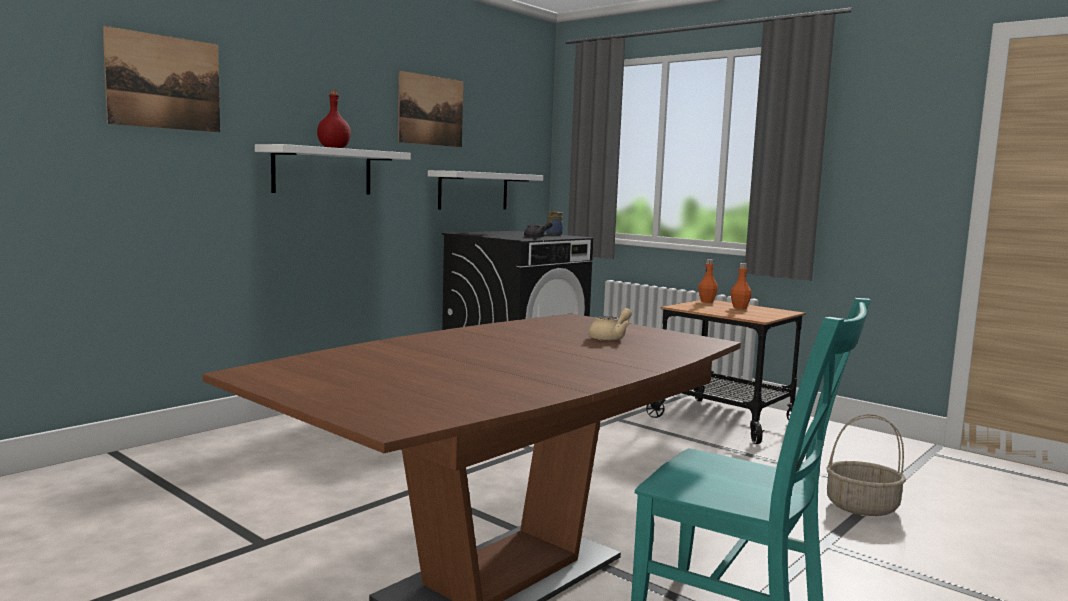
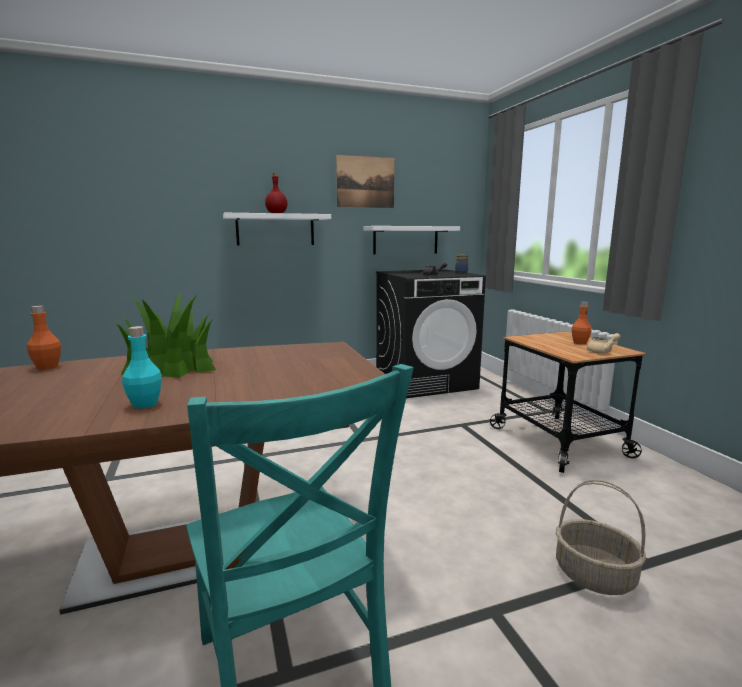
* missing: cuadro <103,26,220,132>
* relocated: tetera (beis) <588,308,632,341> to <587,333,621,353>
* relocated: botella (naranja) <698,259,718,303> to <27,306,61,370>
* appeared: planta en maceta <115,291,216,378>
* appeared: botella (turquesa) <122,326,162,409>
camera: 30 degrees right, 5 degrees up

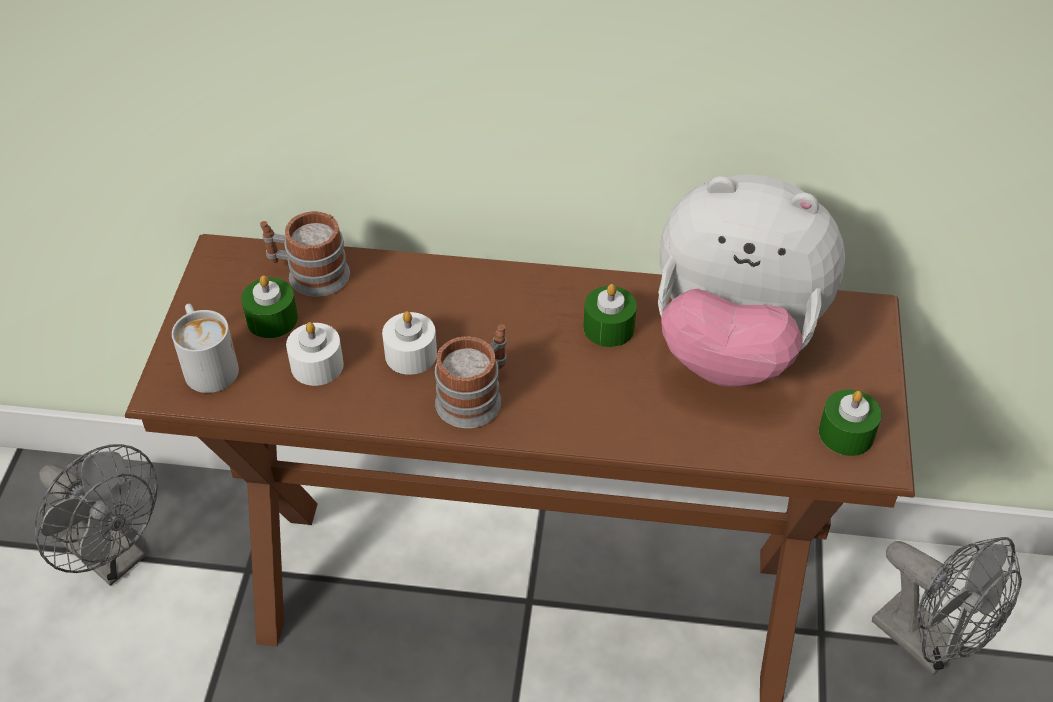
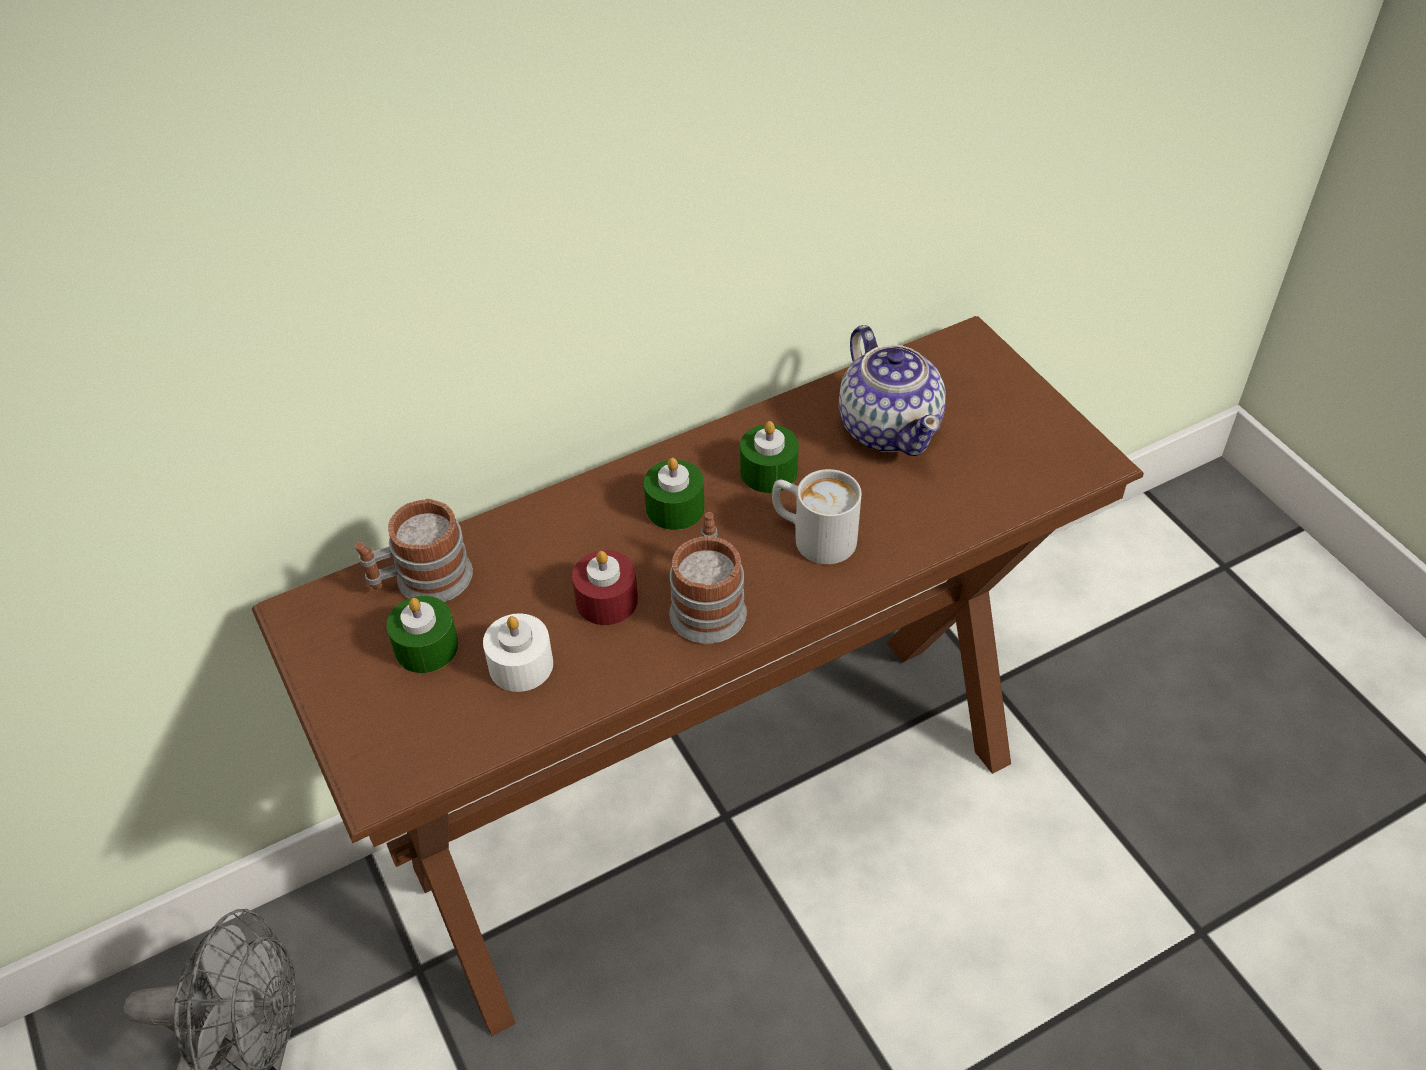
* relocated: taza grande (blanco) <172,304,239,393> to <772,469,862,564>
* colour: vela (blanco) <382,311,437,375> to vela (rojo) <572,550,638,625>
* exchanged: peluche <658,175,845,387> to tetera <839,325,946,456>
* relocated: vela (verde) <819,389,882,456> to <644,458,705,530>
* missing: ventilador (gris) <872,537,1022,675>
camera: 35 degrees left, 0 degrees up

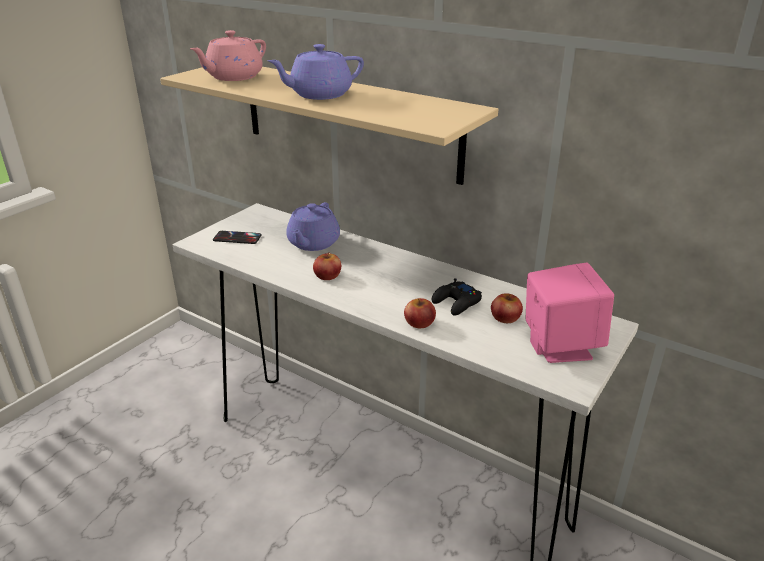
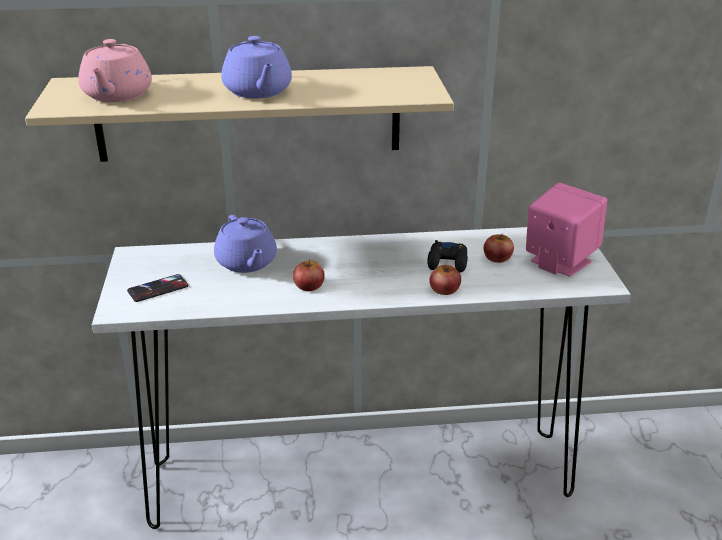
* spun: tetera (morado) <267,44,364,100> = <221,36,292,99> 45 degrees counterclockwise
camera: 40 degrees left, 0 degrees up

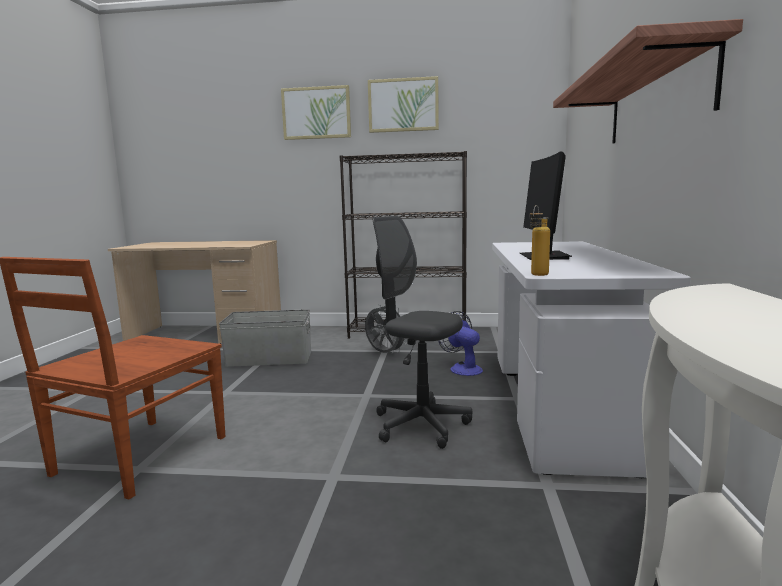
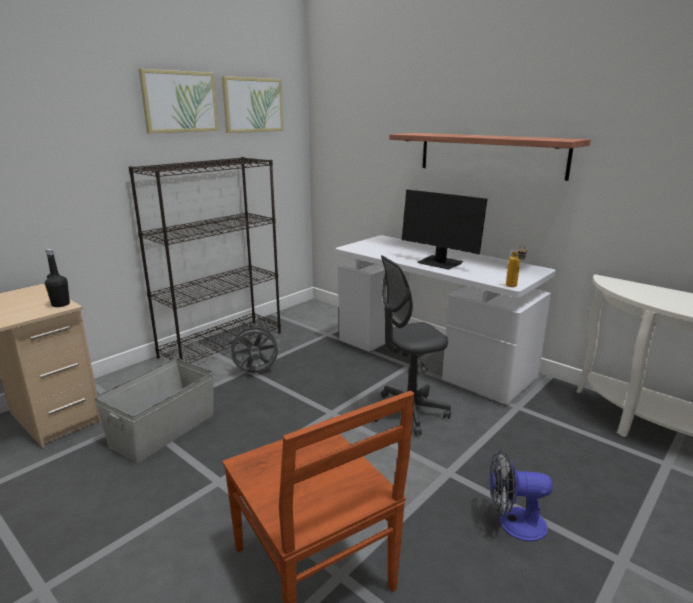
* relocated: cuadro <281,85,351,140> to <222,76,283,133>
* relocated: ventilador <438,311,483,376> to <490,450,553,541>
* appeared: botella (negro) <45,249,70,307>
camera: 55 degrees left, 10 degrees up

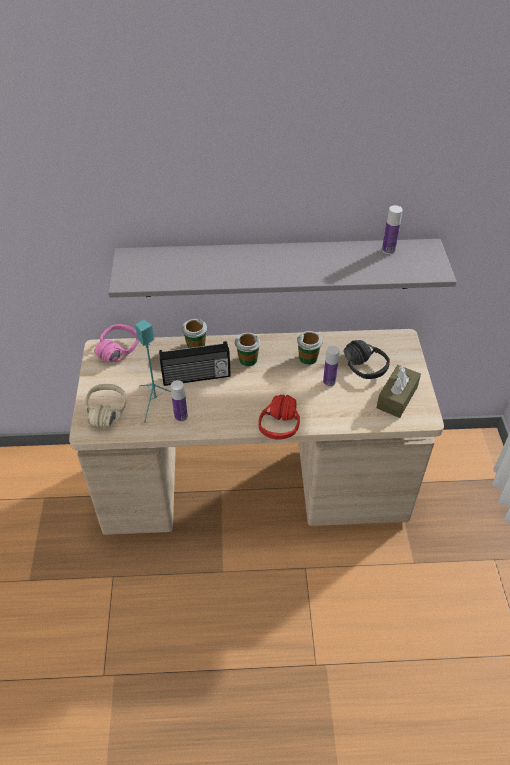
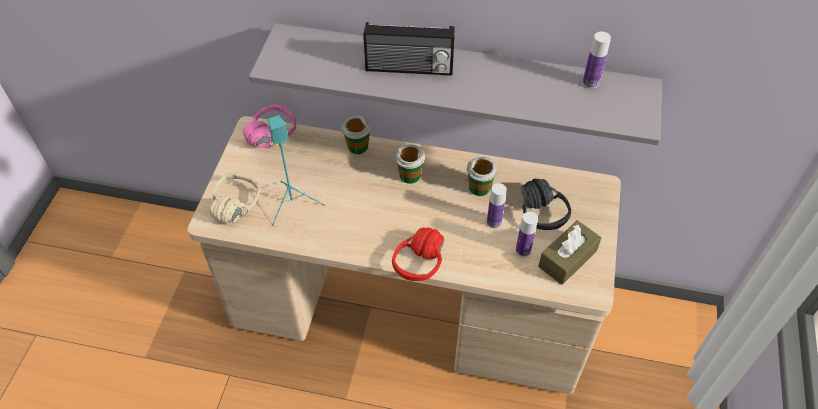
* relocated: radio <159,341,231,386> to <363,22,455,75>
* relocated: botella <171,380,188,422> to <516,212,538,257>
camera: 15 degrees right, 5 degrees up

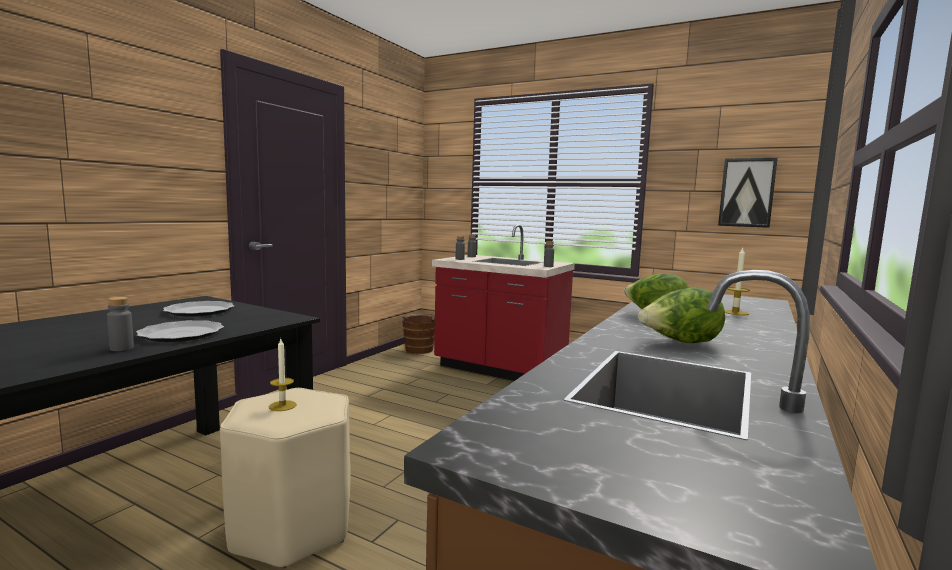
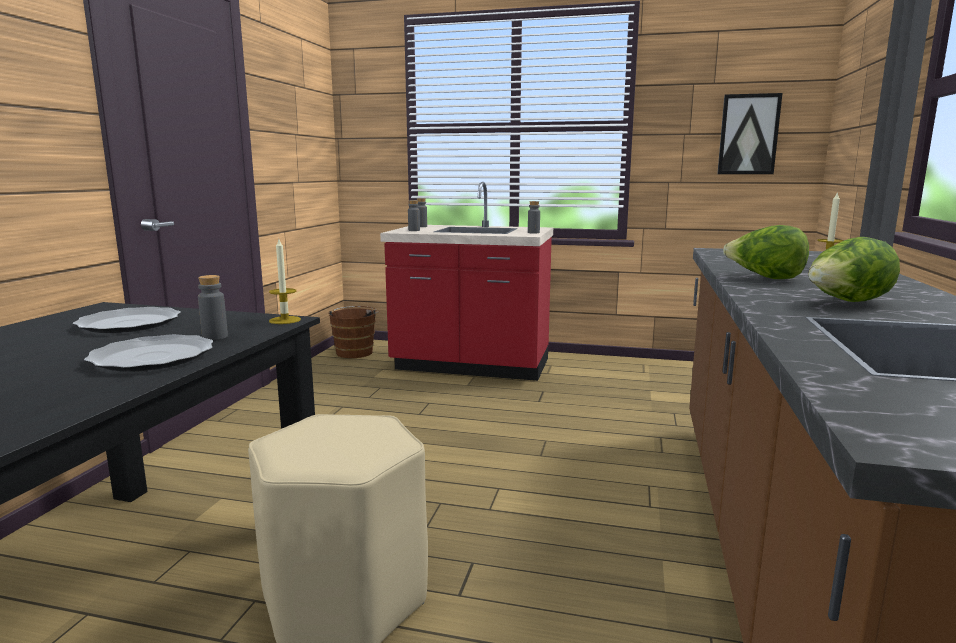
* relocated: botella (gris) <107,297,134,351> to <198,275,228,340>
* relocated: vela <269,339,297,411> to <269,239,301,324>
camera: 15 degrees left, 5 degrees up

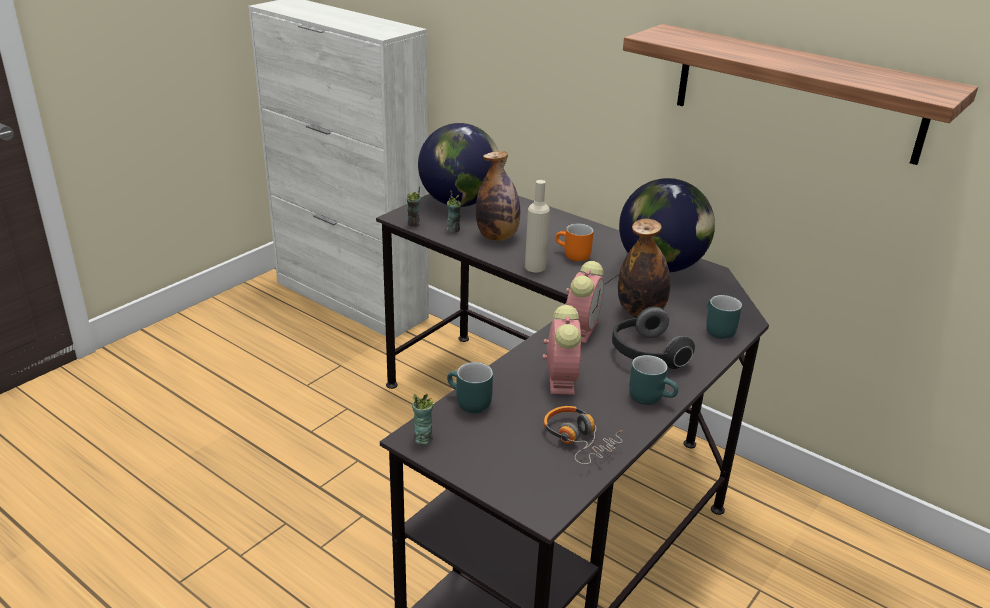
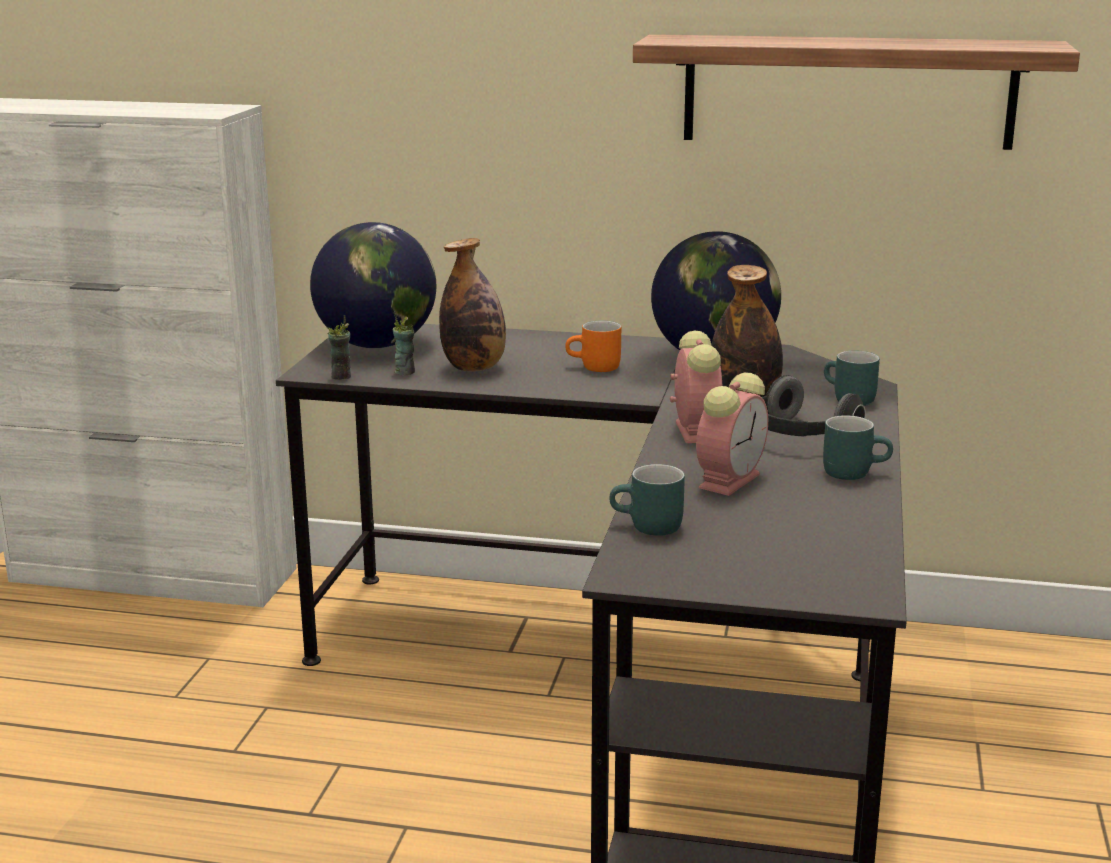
* missing: taza <412,394,434,445>
* missing: botella (beis) <525,180,550,272>
* spun: despertador <542,305,581,395> = <696,372,768,496> 60 degrees clockwise
* missing: auriculares <544,406,623,464>
camera: 25 degrees left, 10 degrees down

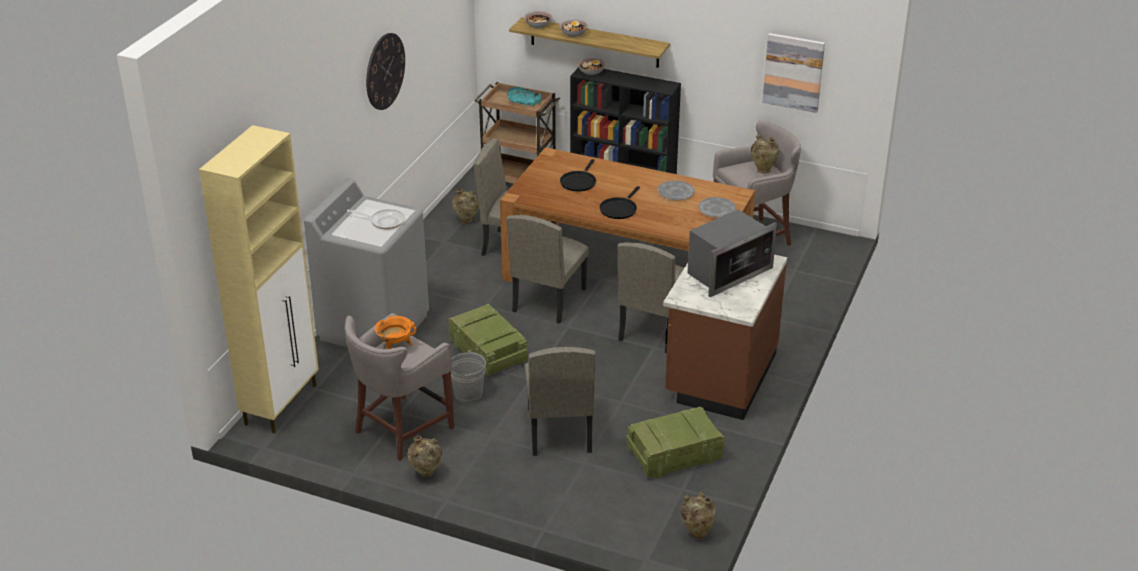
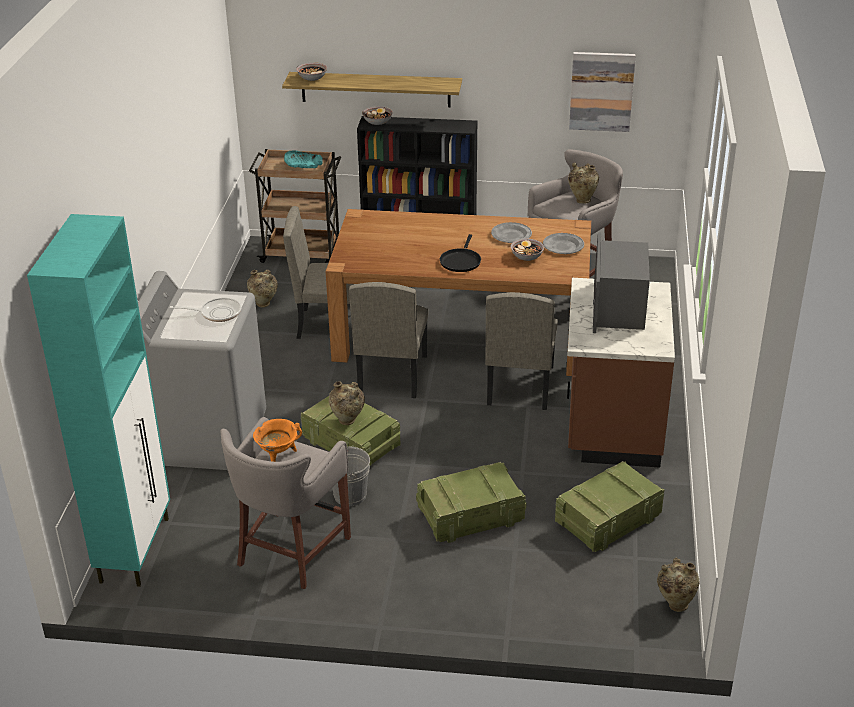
* colour: armario (beis) <199,125,319,433> to armario (turquesa) <27,214,170,587>
* missing: reloj de pared <366,33,405,110>
* relocated: florero (beis) <408,436,442,477> to <329,381,365,425>
* exchanged: silla (beis) <525,347,596,456> to caja de embalaje <416,462,526,543>
* relocated: cuenco <559,19,588,37> to <510,238,544,261>
* missing: sartén (negro) <560,159,596,192>
* spun: microondas <688,209,777,297> = <593,233,650,333> 150 degrees clockwise
camera: 15 degrees left, 0 degrees up

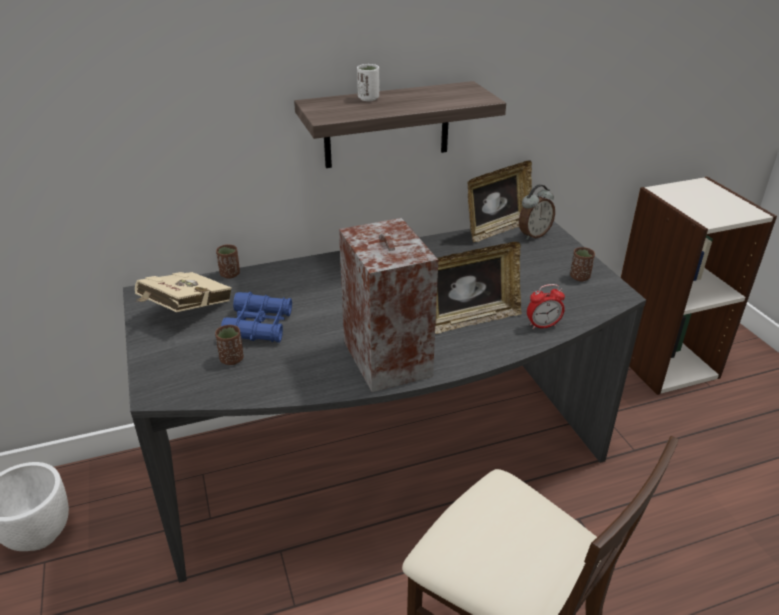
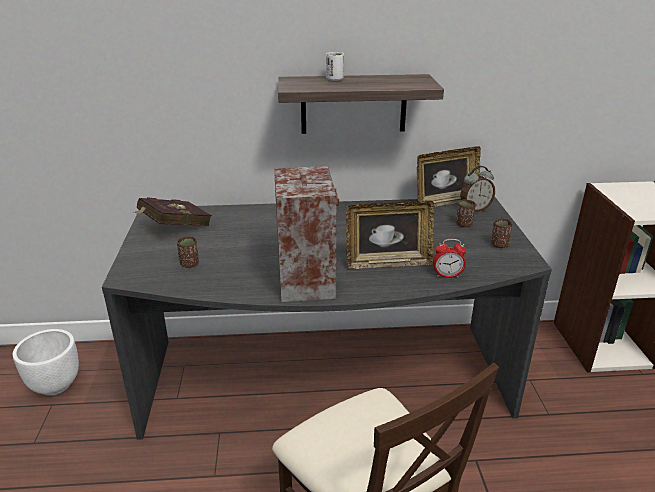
* colour: libro (beis) <135,272,232,312> to libro (rojo) <133,197,212,226>
* relocated: taza (marrón) <216,244,240,278> to <456,199,476,227>
* missing: prismáticos (azul) <221,292,292,343>
camera: 15 degrees right, 5 degrees down

